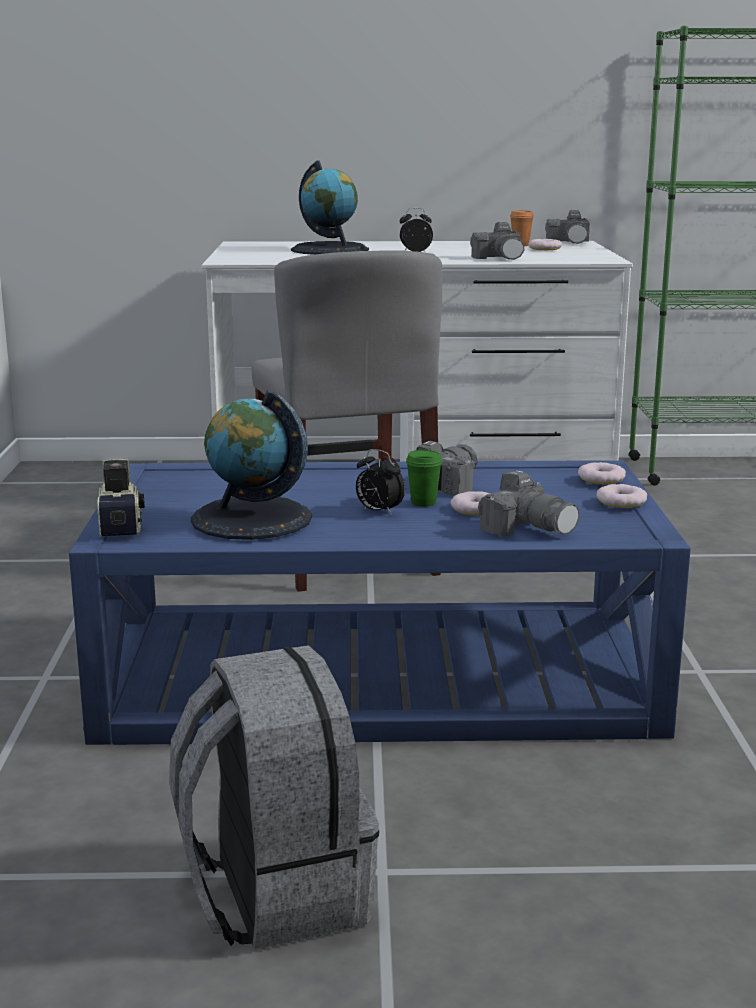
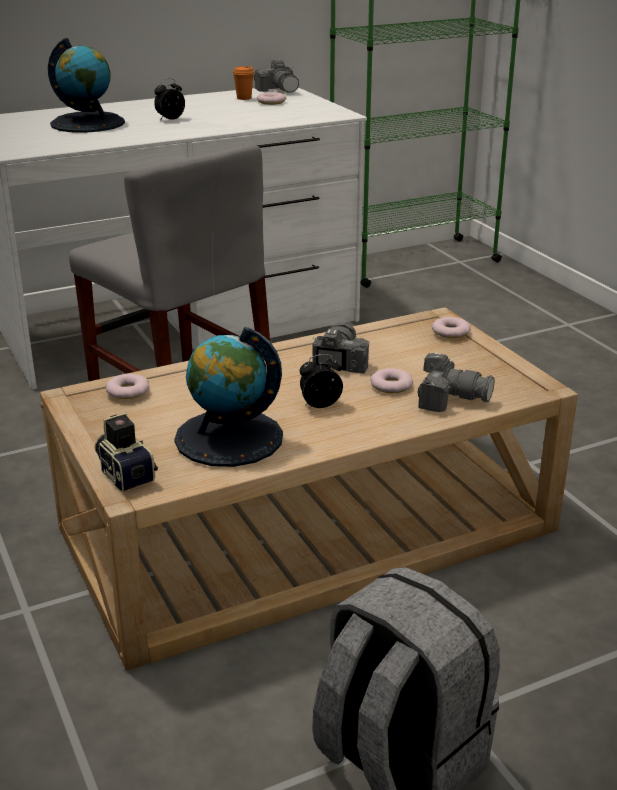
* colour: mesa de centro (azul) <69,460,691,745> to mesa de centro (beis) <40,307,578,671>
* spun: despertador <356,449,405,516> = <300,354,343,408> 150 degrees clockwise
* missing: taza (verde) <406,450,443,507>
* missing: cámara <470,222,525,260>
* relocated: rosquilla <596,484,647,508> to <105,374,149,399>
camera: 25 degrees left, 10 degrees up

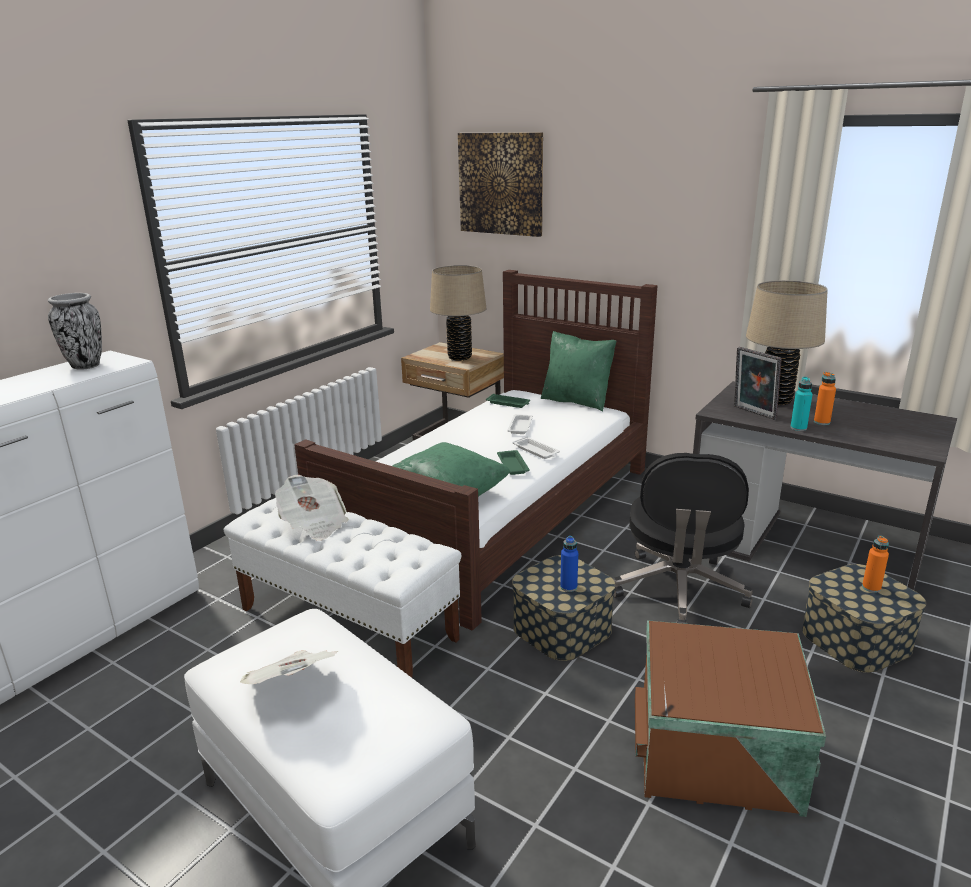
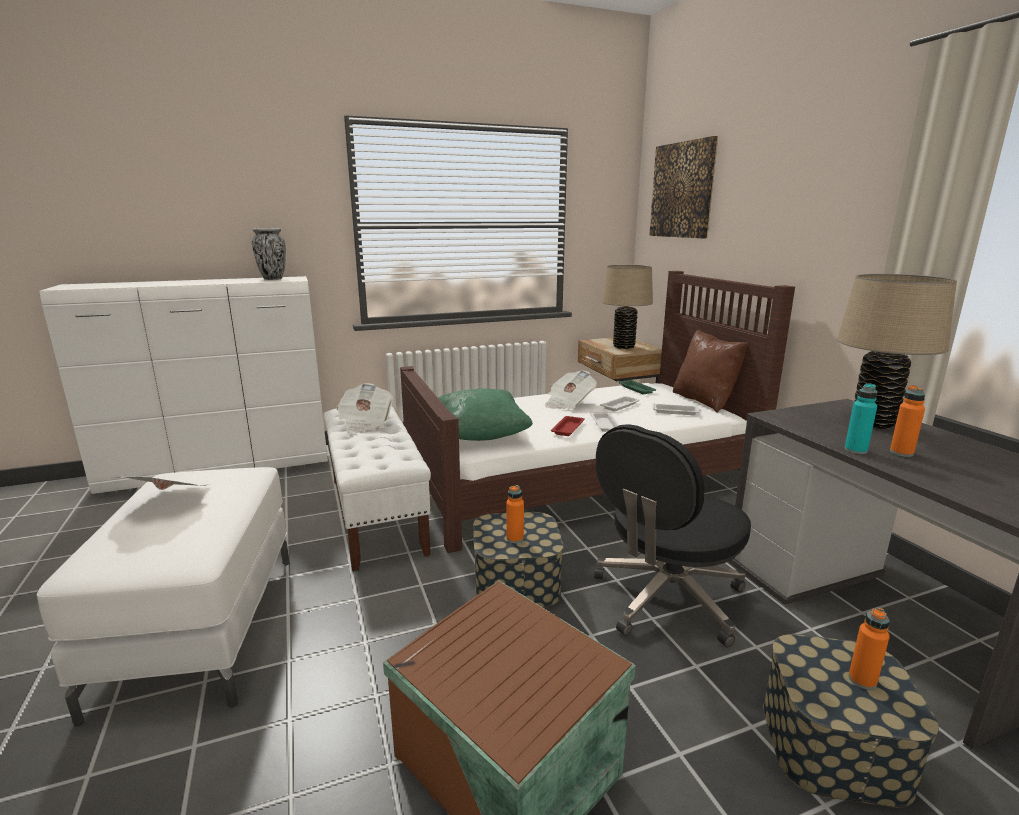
* colour: bandeja (verde) <497,450,530,475> to bandeja (rojo) <551,416,585,436>
* colour: cojín (verde) <541,331,616,411> to cojín (marrón) <673,330,748,413>
* colour: botella (azul) <560,536,578,592> to botella (naranja) <507,485,524,543>
* missing: portarretratos <734,347,782,420>
* appeared: periódico <545,370,597,409>
* appeared: bandeja (blanco) <653,403,701,415>
camera: 35 degrees right, 5 degrees down

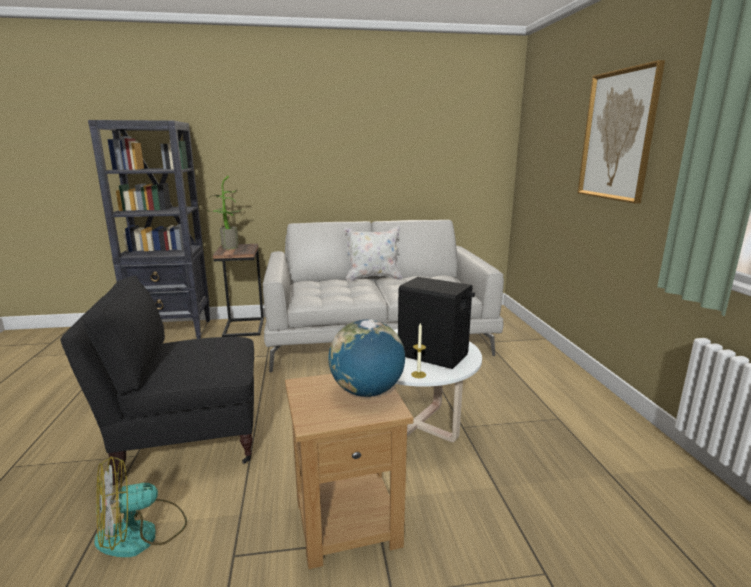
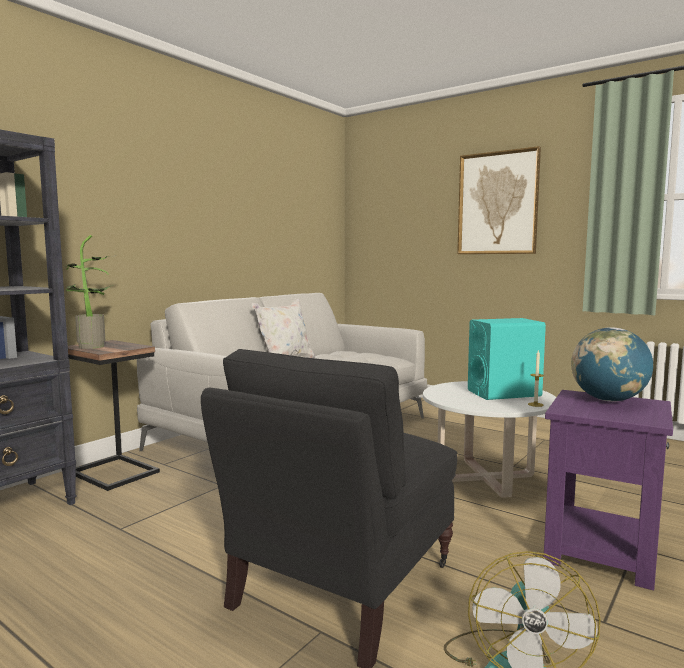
* colour: mesa auxiliar (marrón) <285,374,414,569> to mesa auxiliar (morado) <544,390,673,591>
* colour: altavoz (negro) <398,277,475,369> to altavoz (turquesa) <468,318,546,400>
camera: 45 degrees left, 10 degrees down

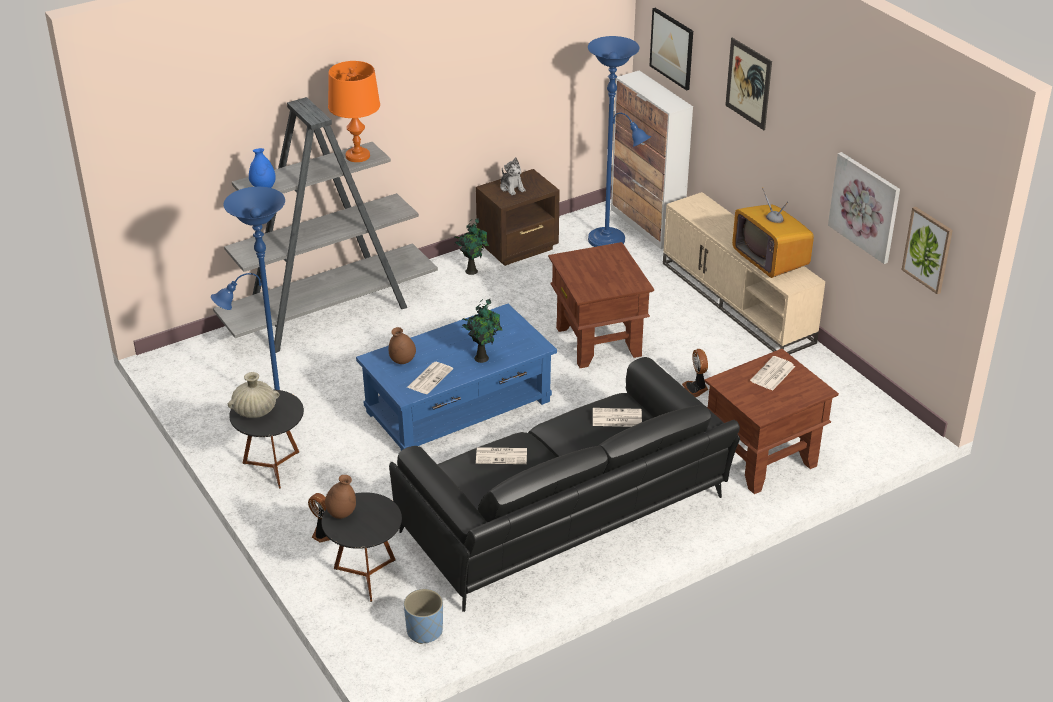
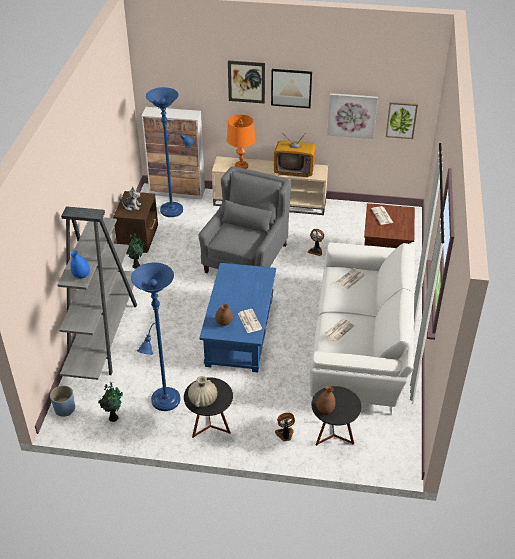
* relocated: lámpara de mesa (naranja) <328,61,380,162> to <227,114,256,169>
* colour: sofá (negro) <389,357,740,612> to sofá (blanco) <310,242,415,415>
* relocated: maceta (azul) <404,589,443,644> to <50,385,75,416>
* relocated: planta en maceta <462,298,502,363> to <98,382,123,422>
* exchanged: mesa auxiliar (marrón) <548,242,654,368> to sillón (gris) <199,166,291,273>
* relocated: cuadro <649,8,693,91> to <271,69,312,108>
camera: 50 degrees left, 5 degrees up

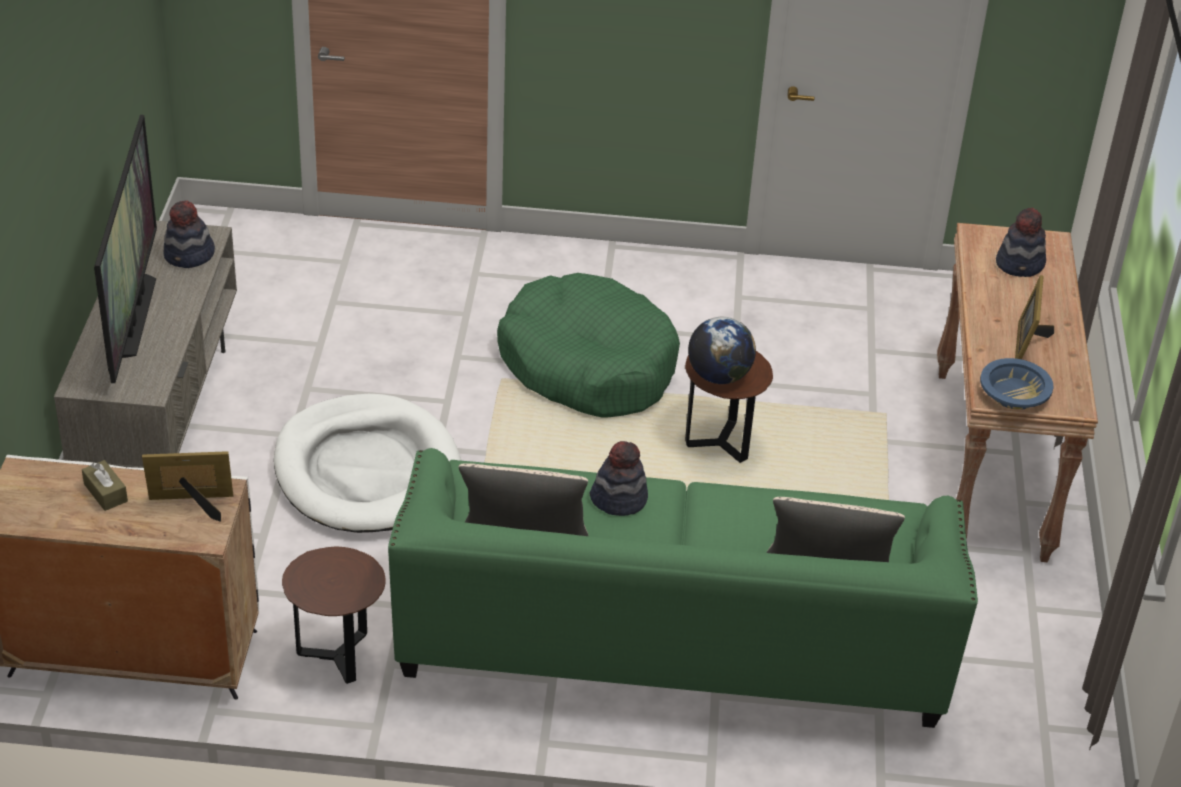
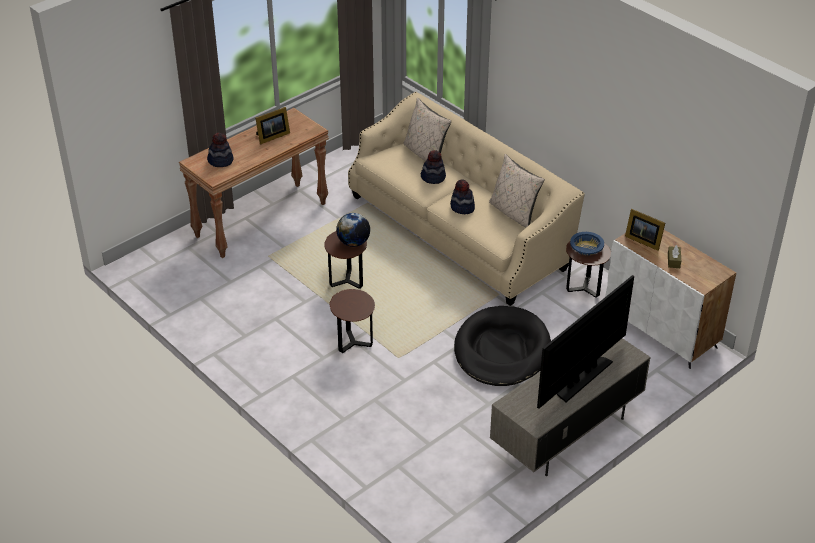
* relocated: sombrero <163,200,215,268> to <421,150,446,184>
* colour: cama para perro (blanco) <274,394,461,533> to cama para perro (negro) <454,306,551,386>
* colour: sofá (verde) <388,448,978,728> to sofá (beis) <348,92,585,306>
* exchanged: cama para perro (verde) <497,273,680,417> to mesa auxiliar (marrón) <330,289,375,353>
* relocated: cuenco (azul) <980,358,1053,410> to <570,232,604,255>
camera: 135 degrees left, 0 degrees up

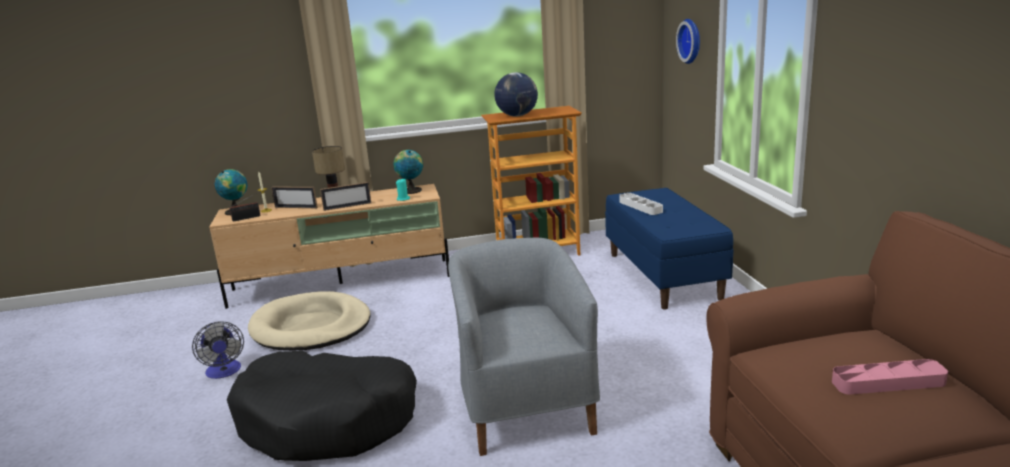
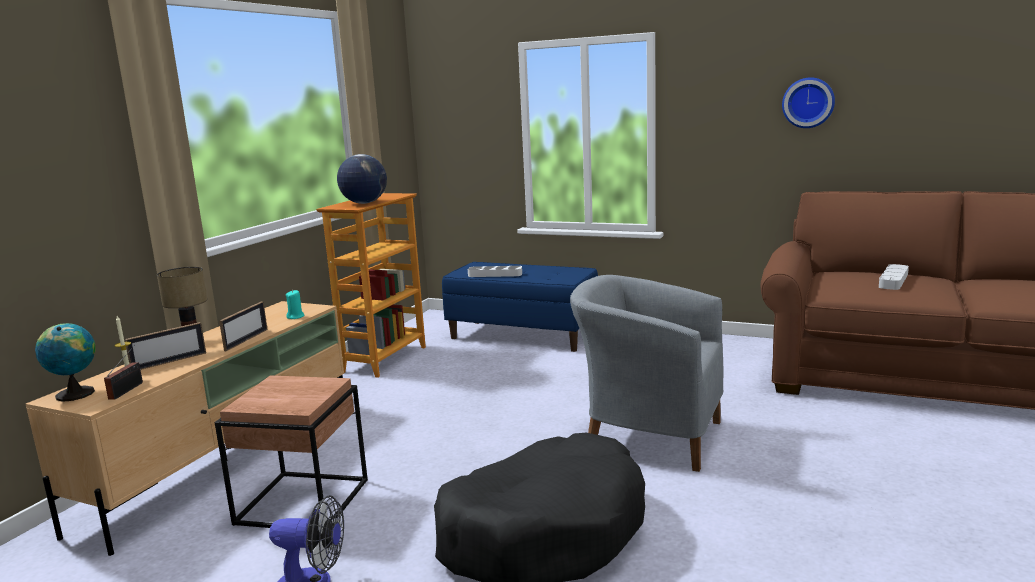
* exchanged: cama para perro (beis) <248,291,371,351> to mesa auxiliar (marrón) <215,375,368,528>
* missing: globo terráqueo <393,150,423,194>
* relocated: reloj de pared <676,19,700,64> to <782,77,835,128>
* colour: bandeja (rosa) <832,359,948,395> to bandeja (gris) <879,264,909,290>
camera: 55 degrees left, 5 degrees down

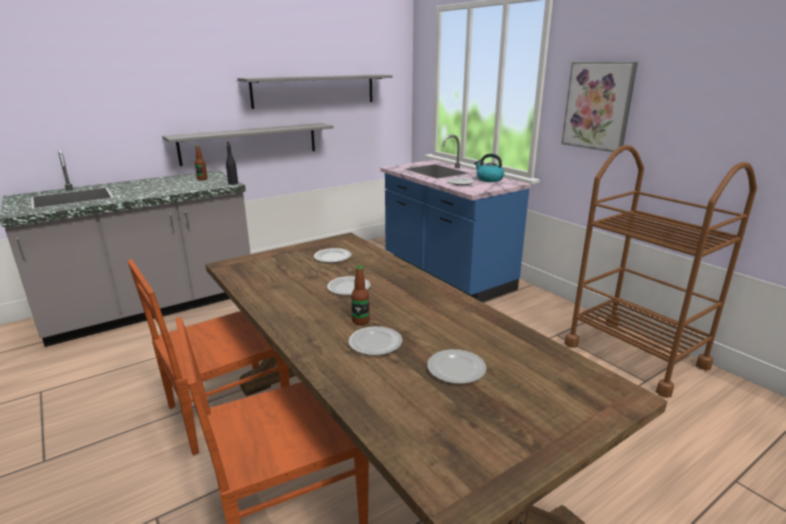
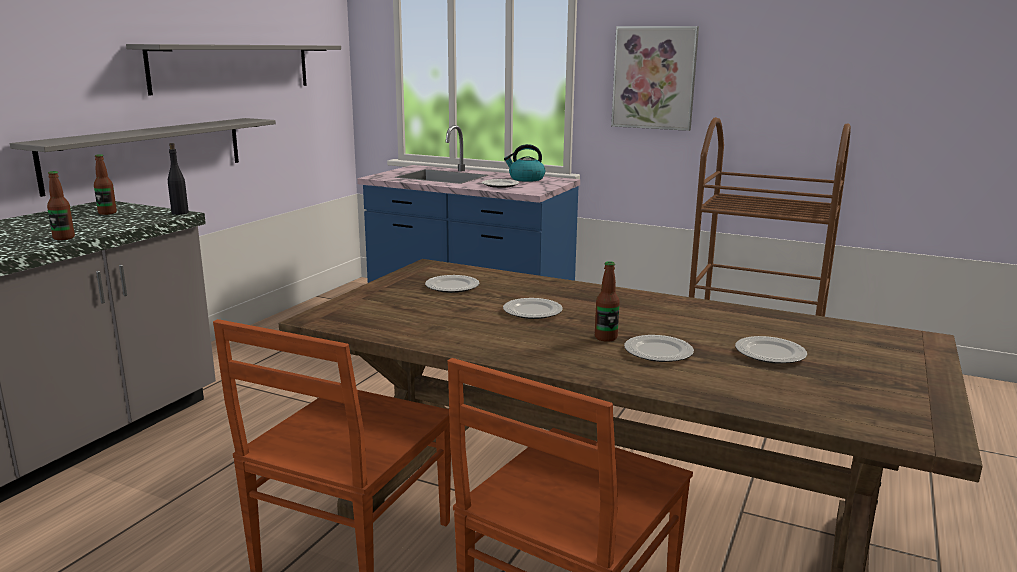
* appeared: botella <47,171,75,240>
camera: 30 degrees left, 5 degrees down

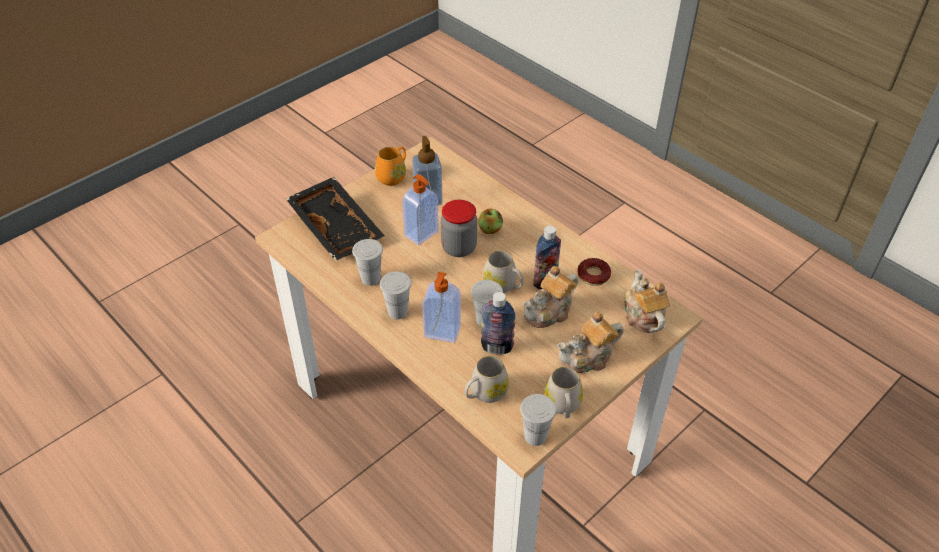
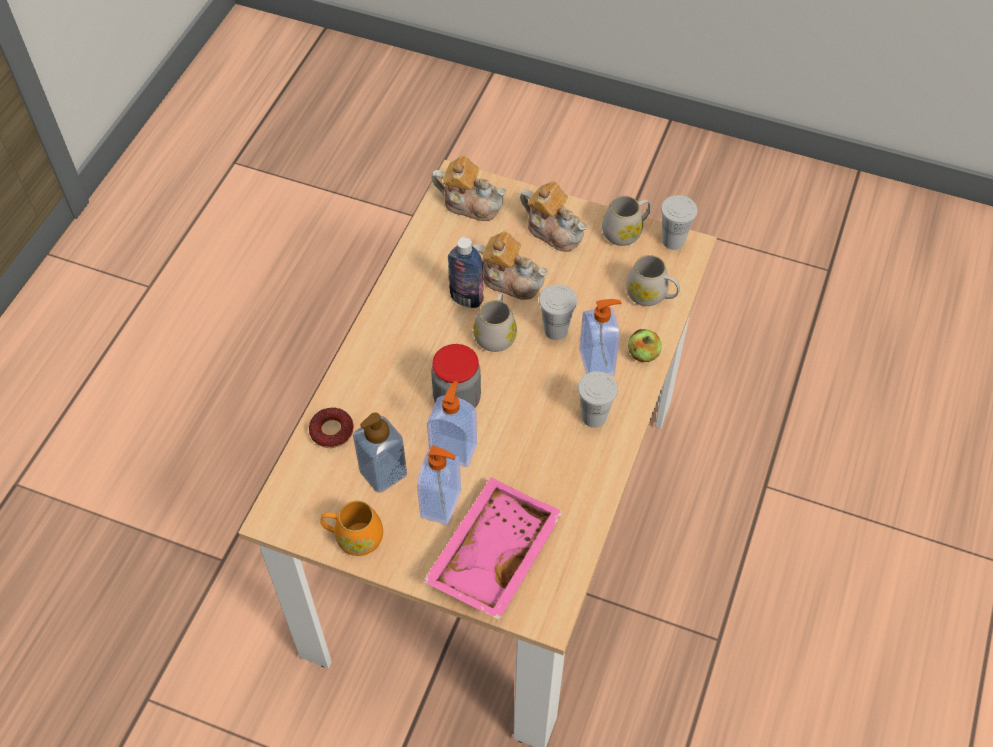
* colour: bandeja (negro) <286,177,385,261> to bandeja (rosa) <423,477,563,620>
* missing: taza (blanco) <352,239,383,286>
* relocated: manzana <478,208,503,234> to <628,329,662,362>
* missing: botella <481,292,516,355>
* relocated: rosquilla <577,258,611,286> to <309,407,354,448>
* spun: tetera <625,269,670,333> = <431,155,507,221> 120 degrees counterclockwise
* appeared: dispensador de jabón <417,446,461,525>
camera: 115 degrees left, 10 degrees up

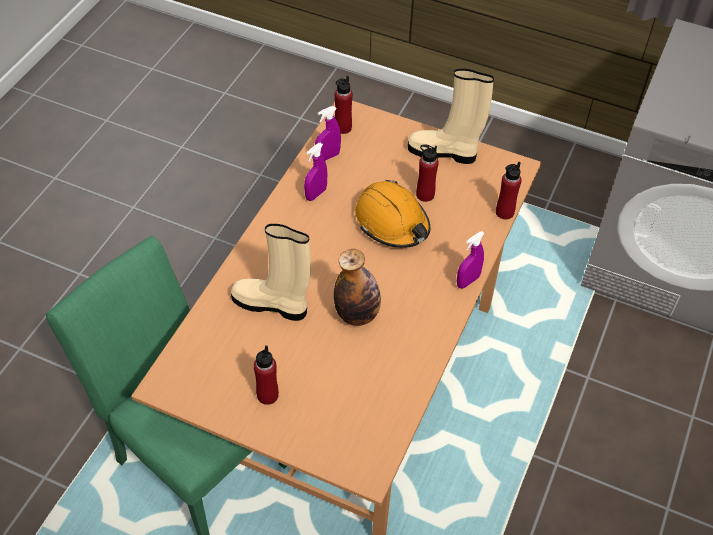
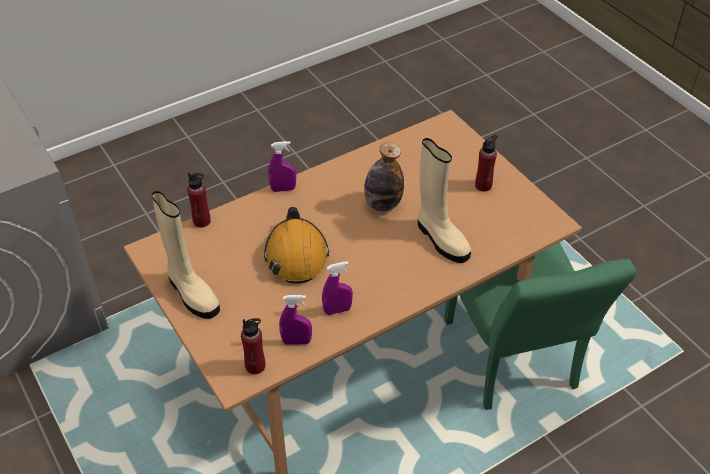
* missing: botella (rojo) <416,144,439,202>
camera: 145 degrees left, 5 degrees down

